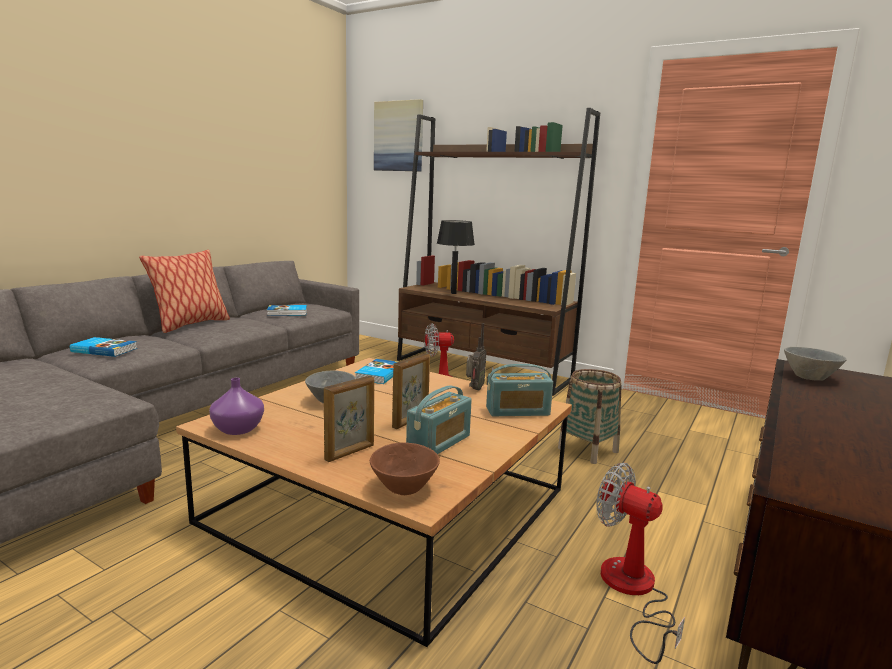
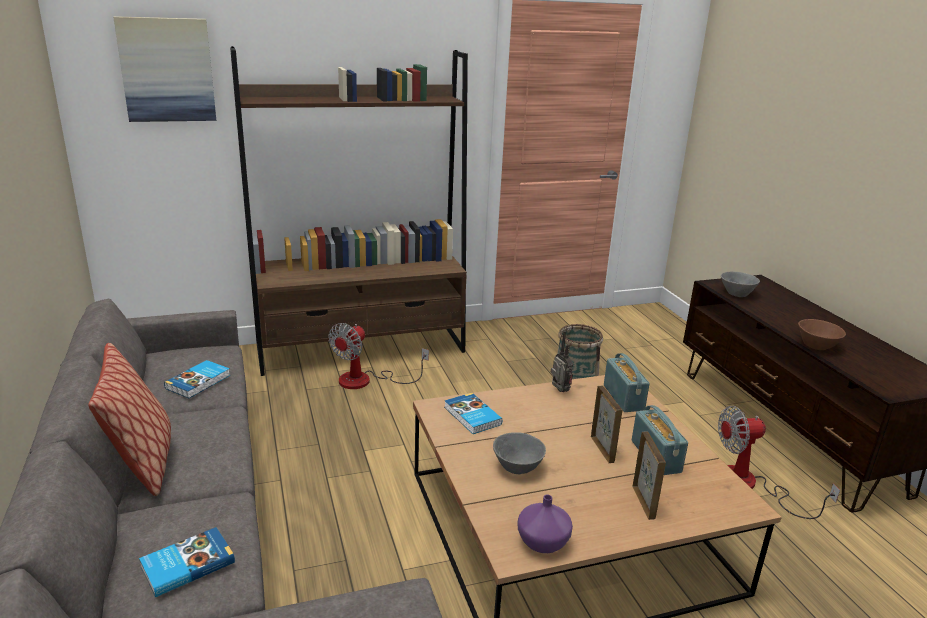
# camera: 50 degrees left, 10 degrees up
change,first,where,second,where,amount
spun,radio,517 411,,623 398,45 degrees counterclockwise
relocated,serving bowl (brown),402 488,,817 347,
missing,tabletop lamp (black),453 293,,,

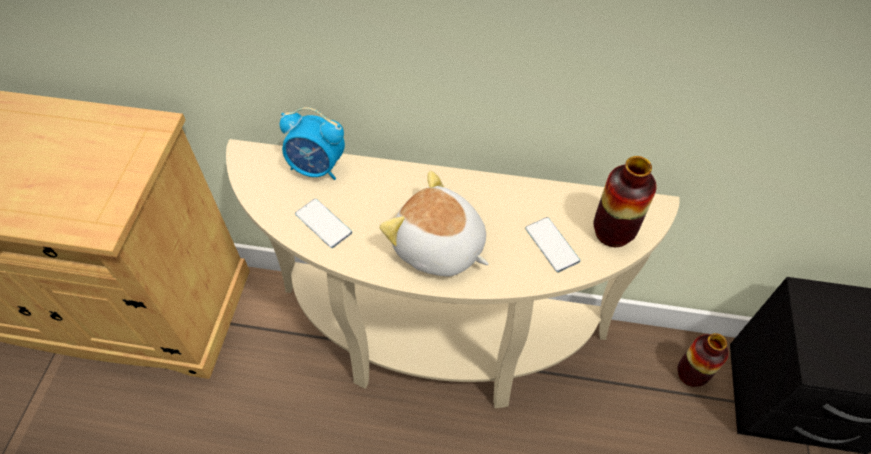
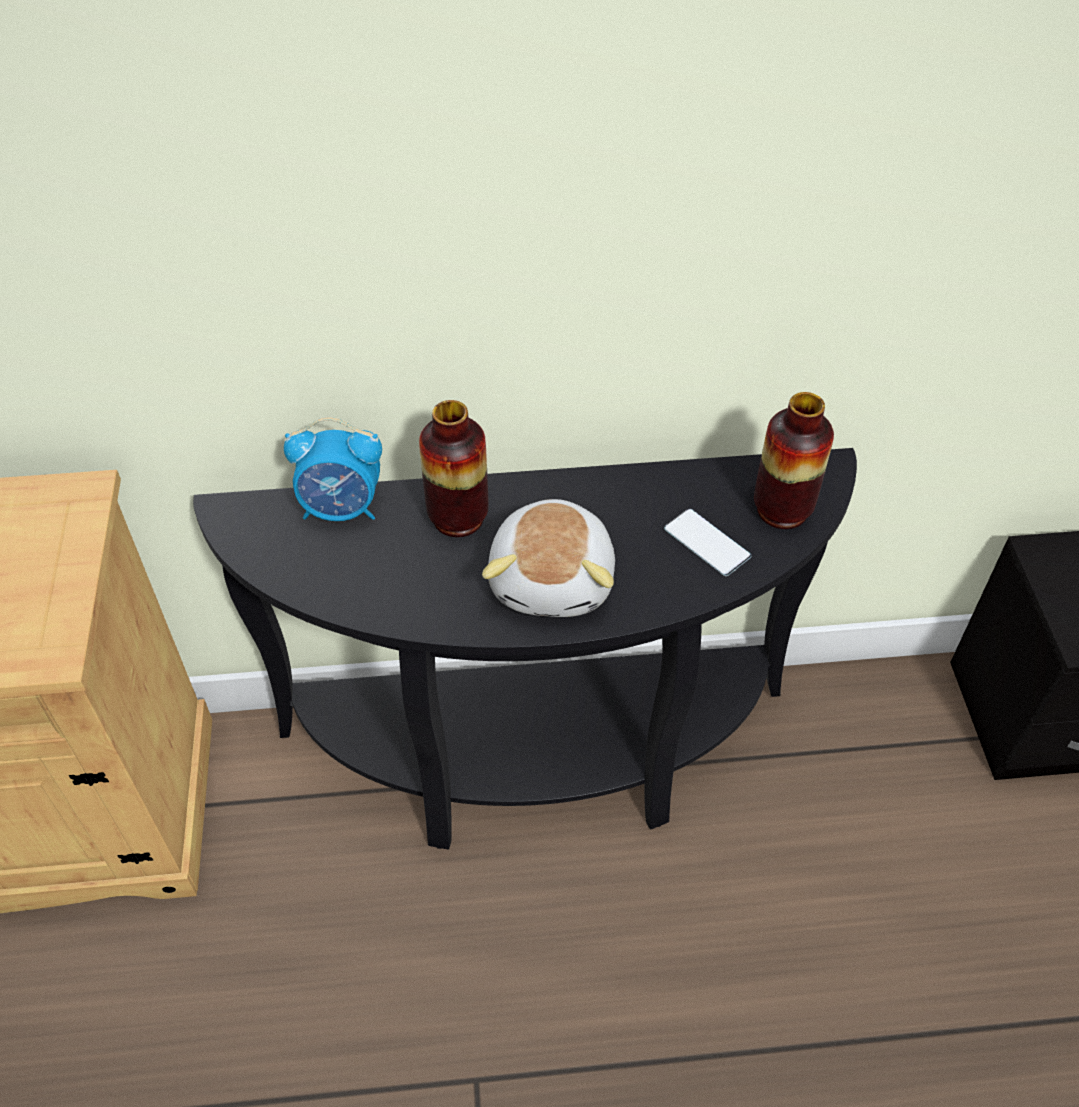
# camera: 15 degrees left, 5 degrees down
change,first,where,second,where,amount
colour,hall table (beige),436 345,hall table (black),538 762,
relocated,vase,691 374,,458 518,
spun,cuddly toy,439 248,,554 579,105 degrees counterclockwise
missing,phone,323 223,,,

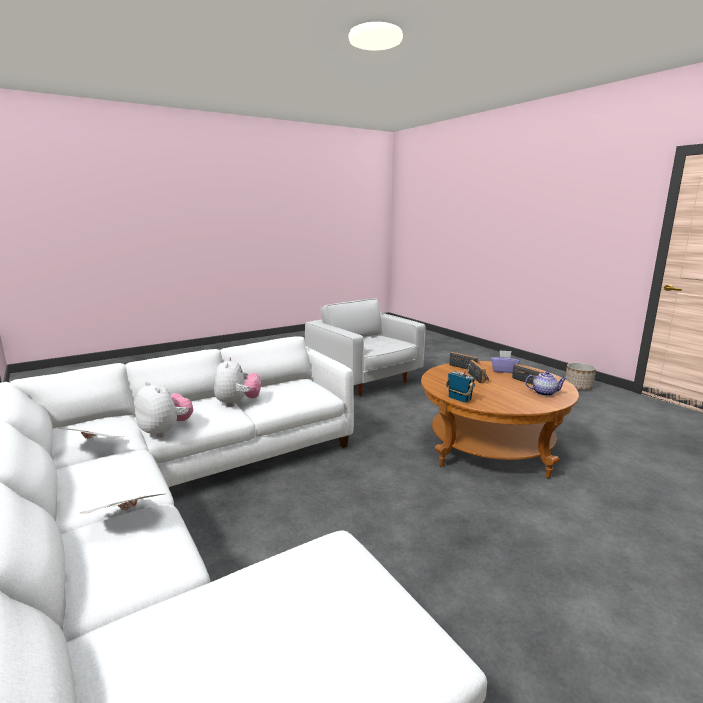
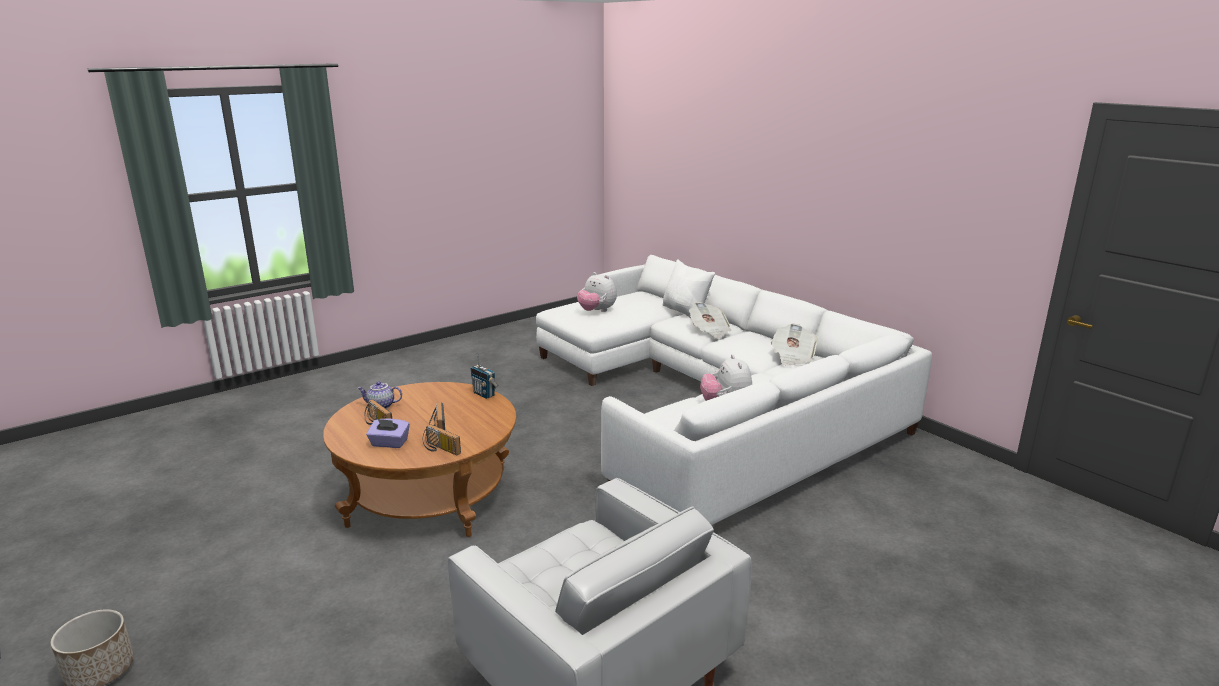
# camera: 175 degrees right, 5 degrees up
change,first,where,second,where,amount
relocated,cuddly toy,165 431,,597 311,
appeared,,,cushion (white),685 312,

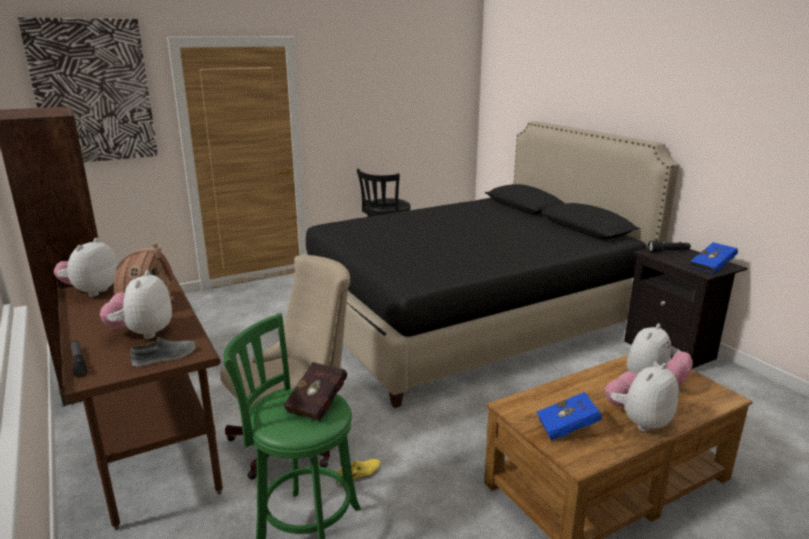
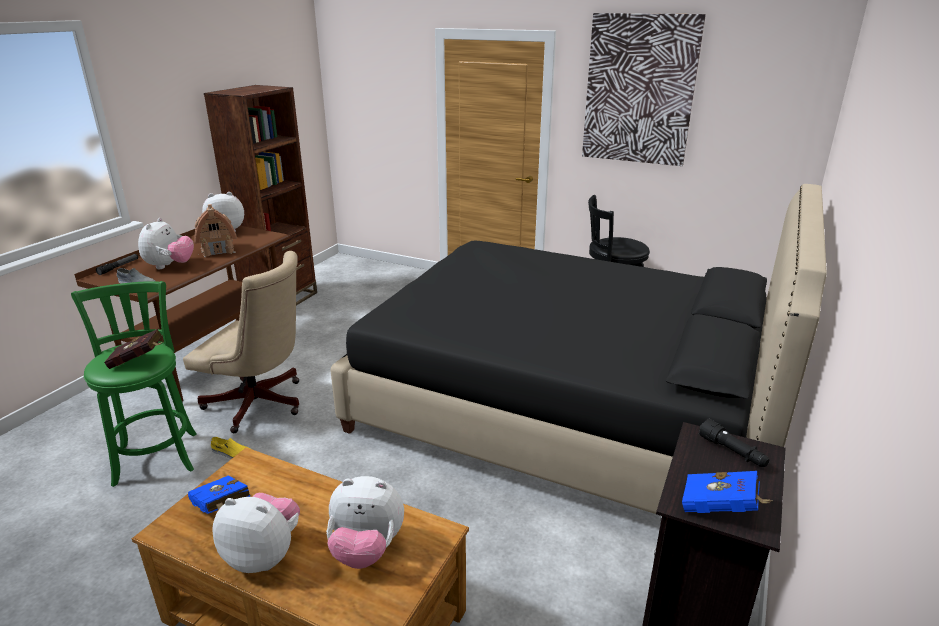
# camera: 55 degrees right, 5 degrees up
change,first,where,second,where,amount
spun,cuddly toy,143 333,,170 266,135 degrees clockwise
relocated,wall picture,93 91,,639 90,

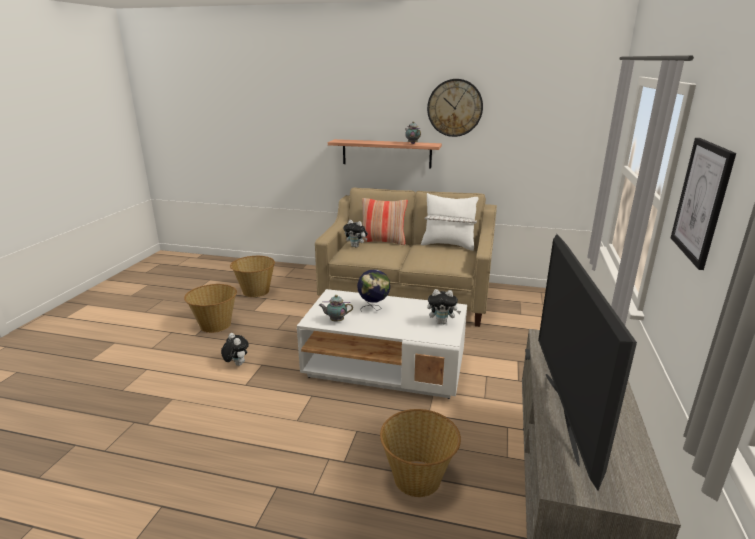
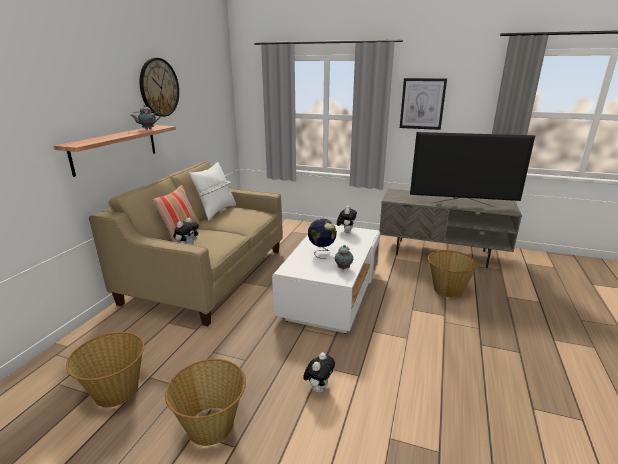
# camera: 85 degrees left, 0 degrees up
change,first,where,second,where,amount
spun,cuddly toy,236 364,,319 388,150 degrees clockwise

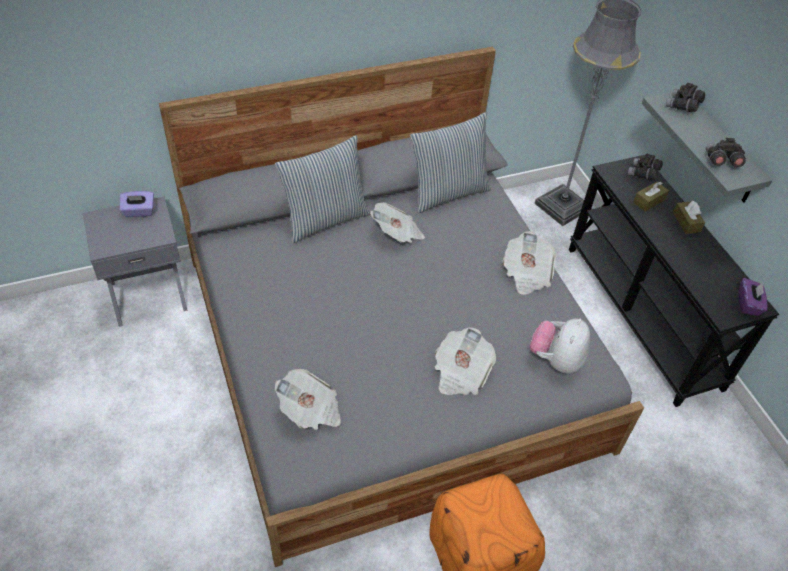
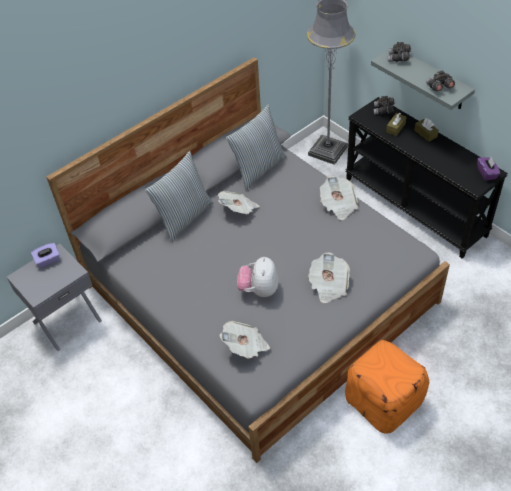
# camera: 15 degrees left, 0 degrees up
change,first,where,second,where,amount
relocated,cuddly toy,556 360,,259 290,

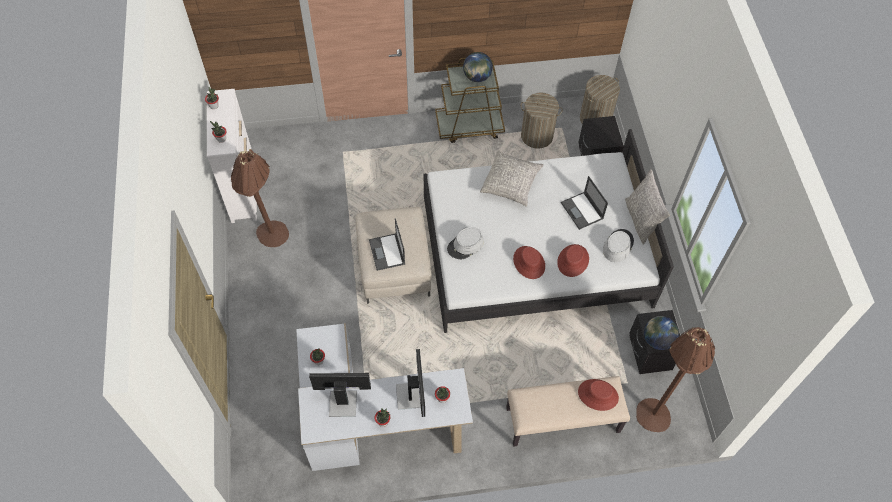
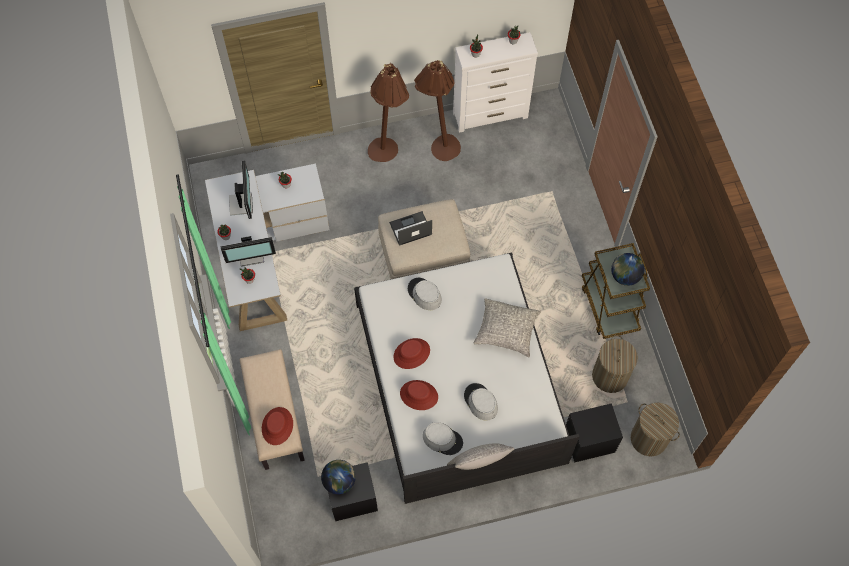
# camera: 85 degrees right, 5 degrees up
change,first,where,second,where,amount
relocated,floor lamp (brown),658 409,,388 154,
exchanged,laptop,582 211,clothing hat (gray),480 402,

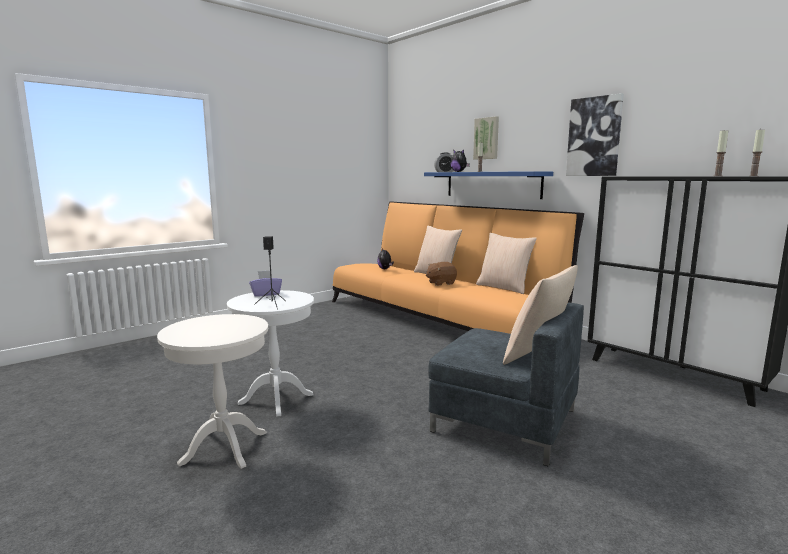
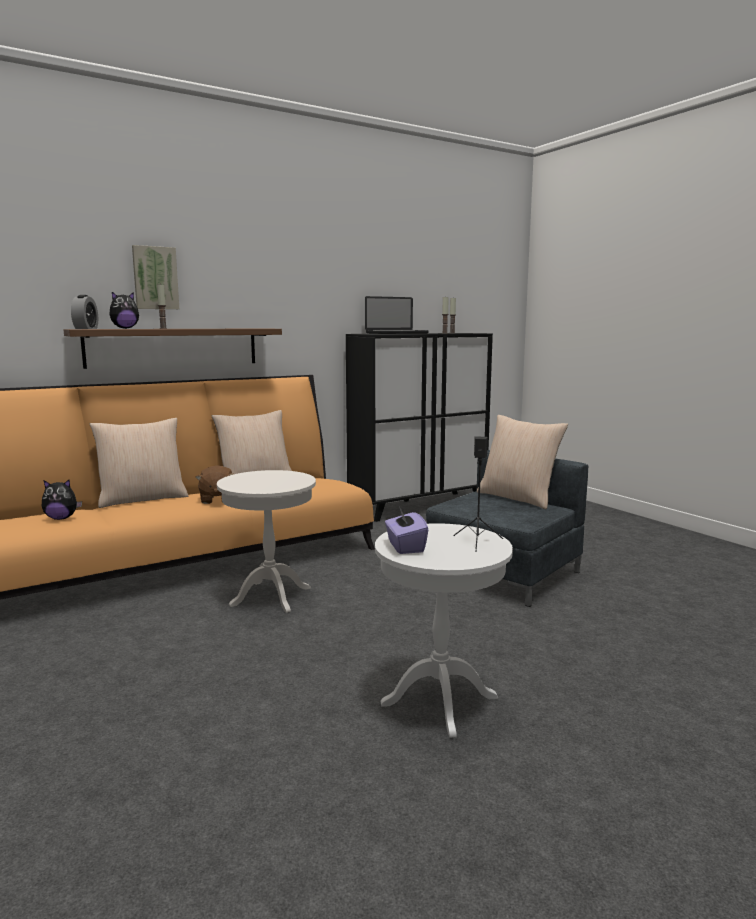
# camera: 80 degrees left, 0 degrees up
change,first,where,second,where,amount
colour,wall shelf (blue),492 184,wall shelf (brown),173 347,
relocated,end table (white),224 448,,271 596,
appeared,,,laptop,396 333,
missing,wall picture,594 137,,,

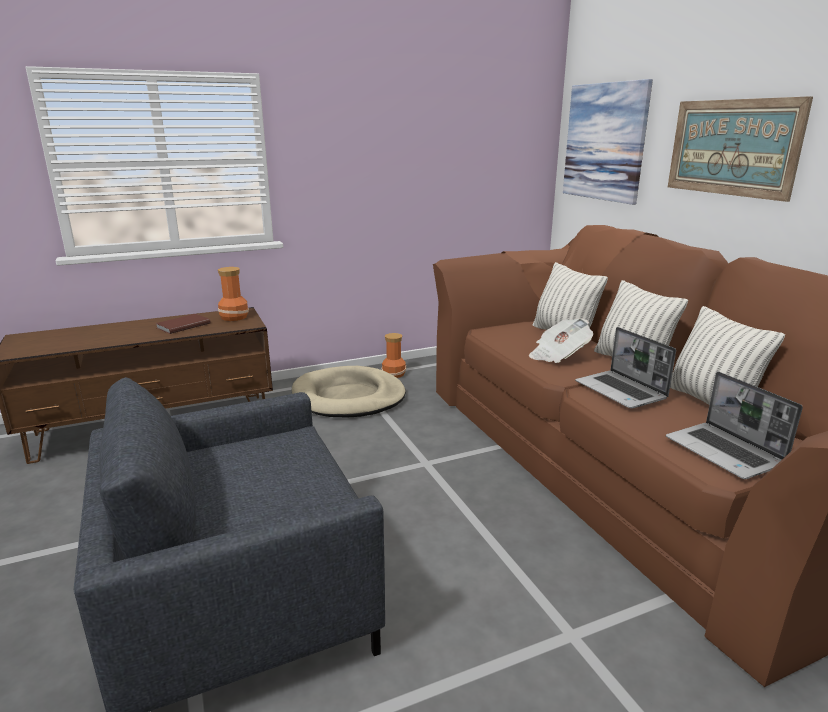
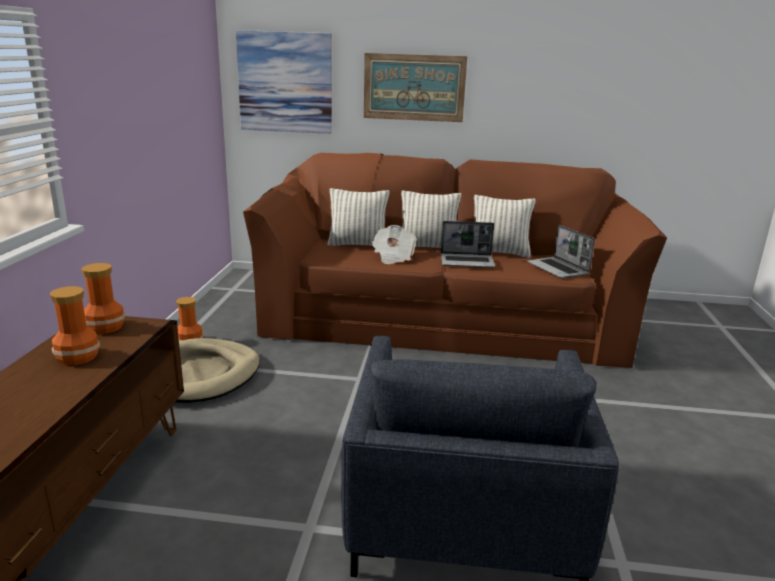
# camera: 60 degrees left, 0 degrees up
change,first,where,second,where,amount
exchanged,volume (brown),182 325,vase,77 357,
spun,laptop,725 452,,558 269,60 degrees clockwise

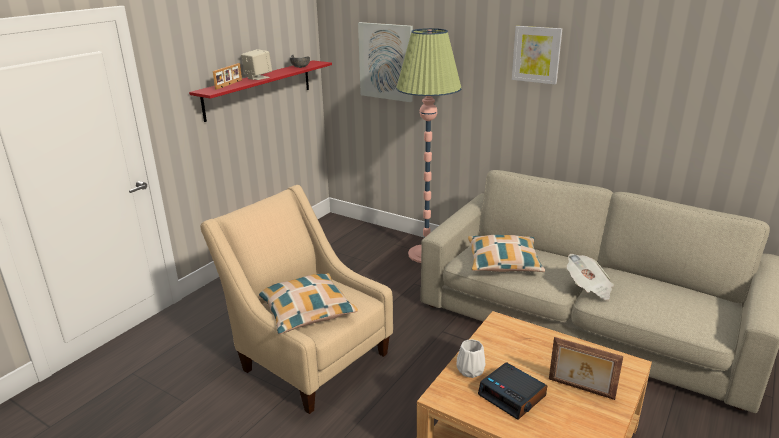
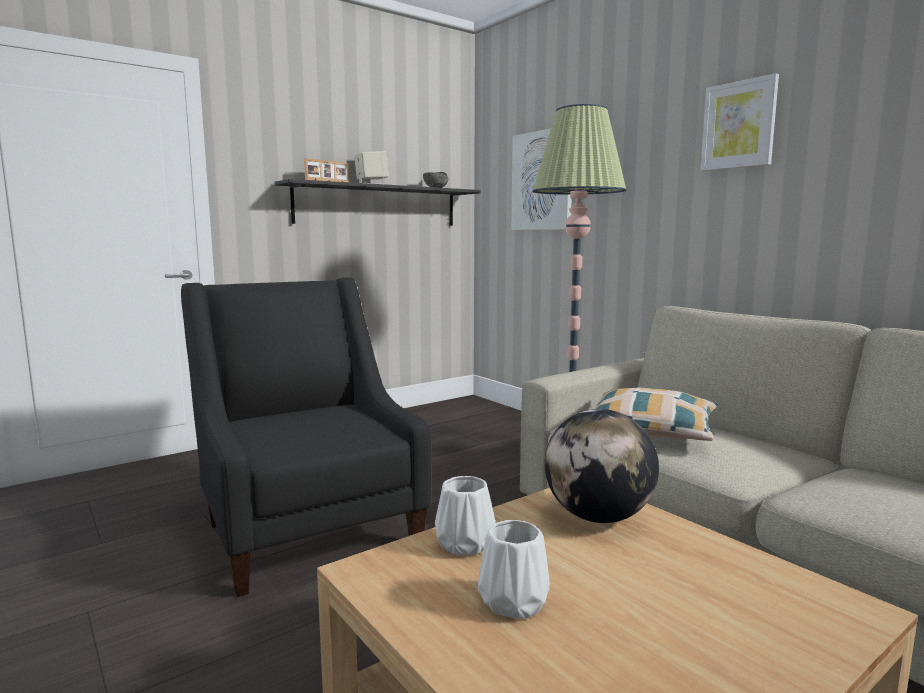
# camera: 20 degrees right, 15 degrees down
change,first,where,second,where,amount
colour,armchair (beige),308 357,armchair (black),308 527,
colour,wall shelf (red),259 89,wall shelf (black),378 206,
exchanged,alarm clock,512 396,vase (white),515 602,
appeared,,,world globe,598 517,
missing,cushion,306 310,,,
missing,photo frame,580 389,,,
missing,daily paper,588 288,,,

